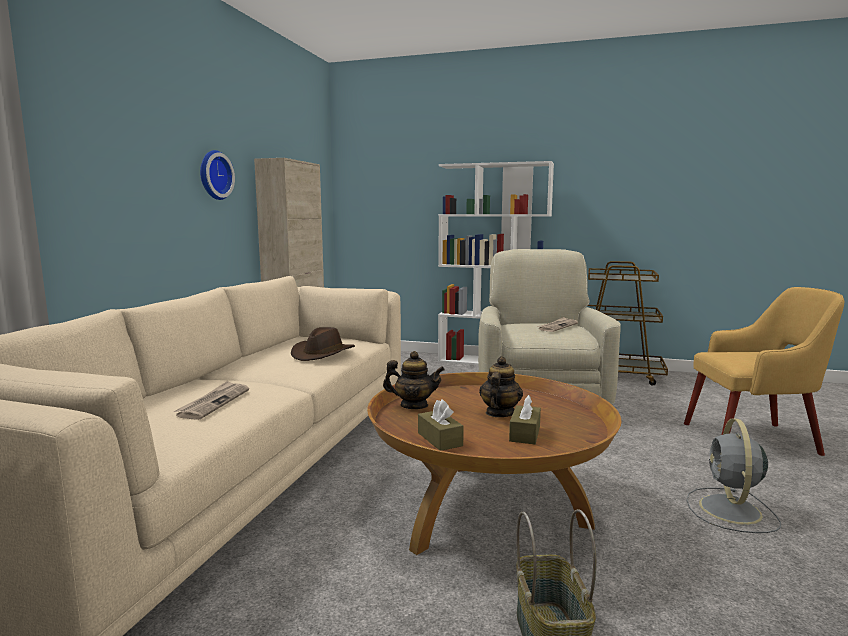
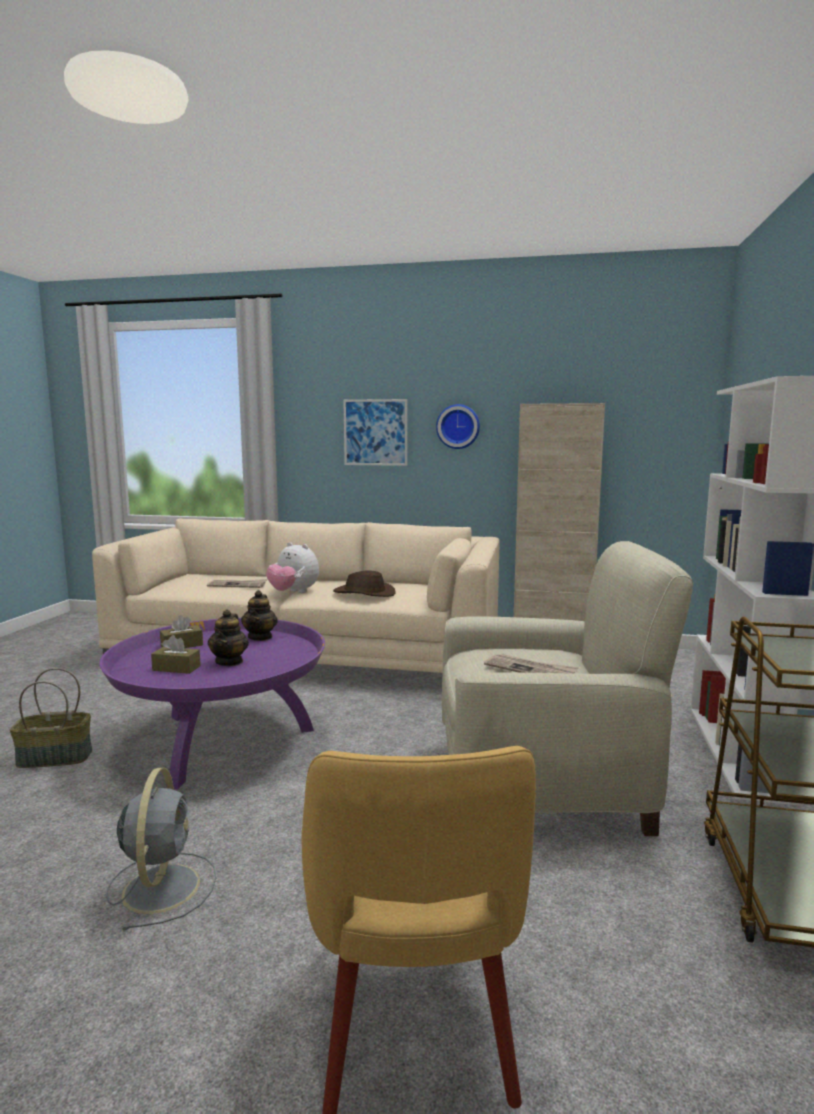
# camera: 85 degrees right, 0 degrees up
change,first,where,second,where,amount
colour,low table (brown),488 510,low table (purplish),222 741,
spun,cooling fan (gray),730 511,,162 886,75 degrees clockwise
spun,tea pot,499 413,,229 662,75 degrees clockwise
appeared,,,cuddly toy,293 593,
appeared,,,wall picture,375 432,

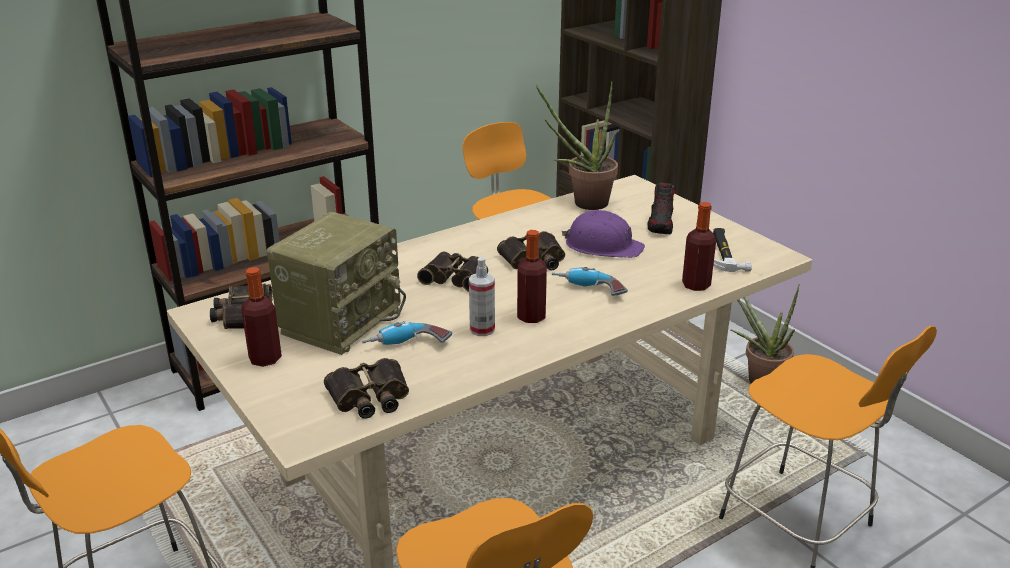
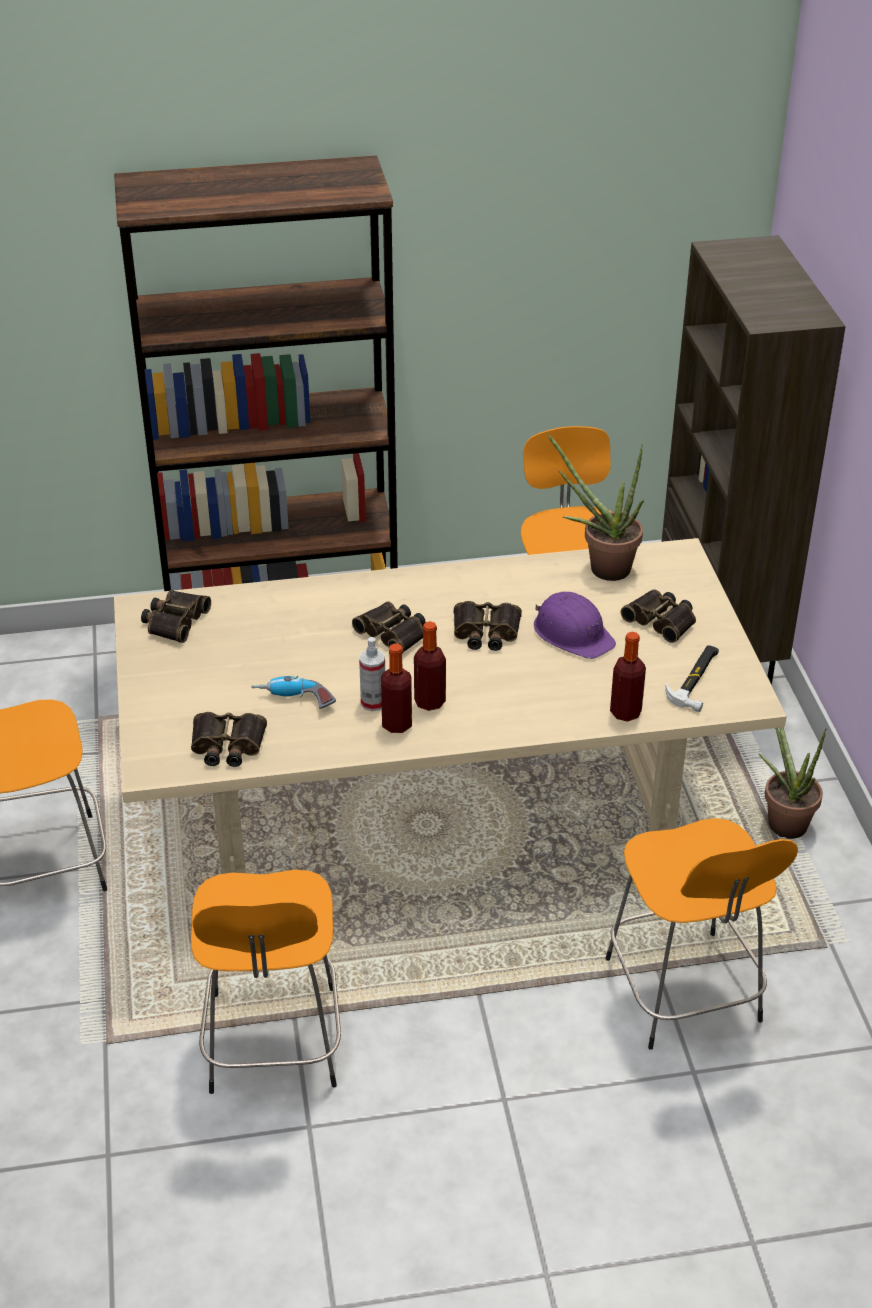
# camera: 25 degrees right, 10 degrees up
change,first,where,second,where,amount
relocated,bottle,265 359,,397 724,
exchanged,low shoe,661 224,field glasses,662 620,
missing,radio,341 320,,,
missing,power drill,588 290,,,

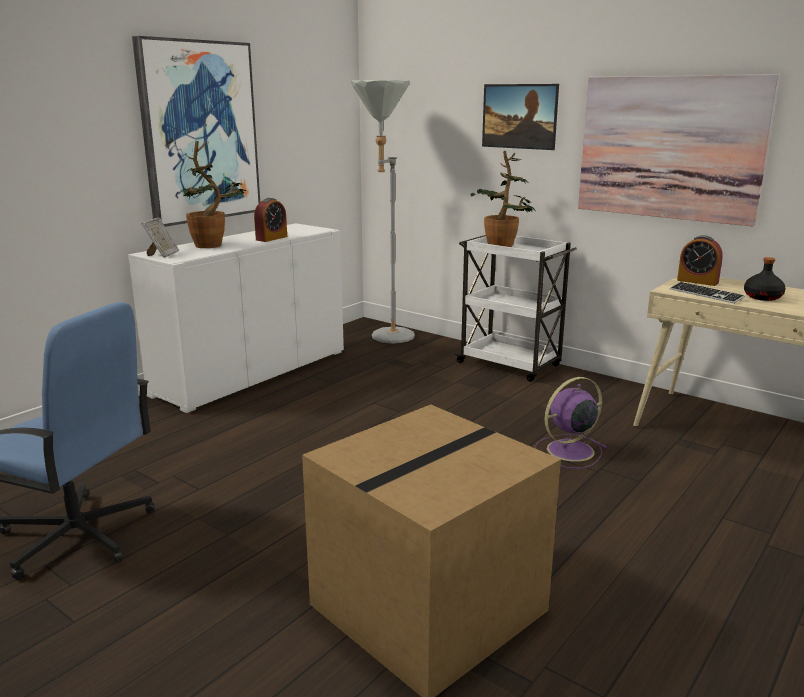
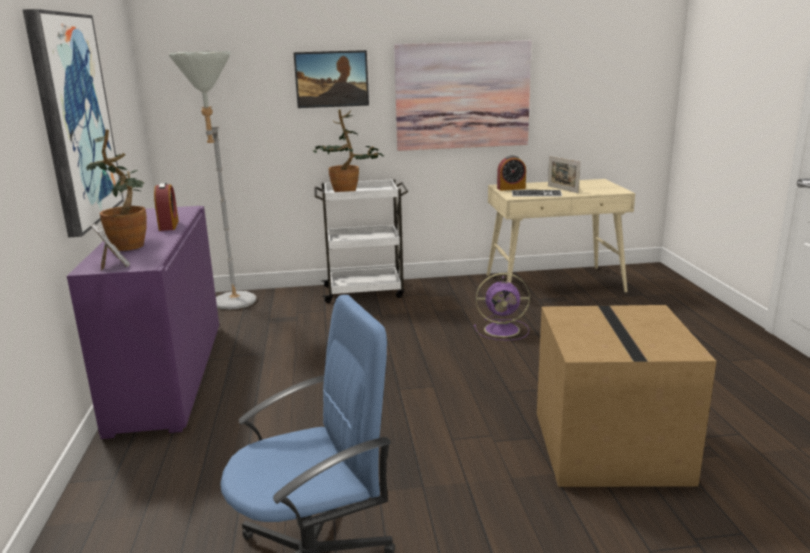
# camera: 45 degrees left, 0 degrees up
change,first,where,second,where,amount
colour,cupboard (white),252 373,cupboard (purplish),169 375,
spun,cooling fan (purplish),568 451,,503 330,105 degrees counterclockwise
exchanged,bottle (black),763 297,photo frame,562 189,

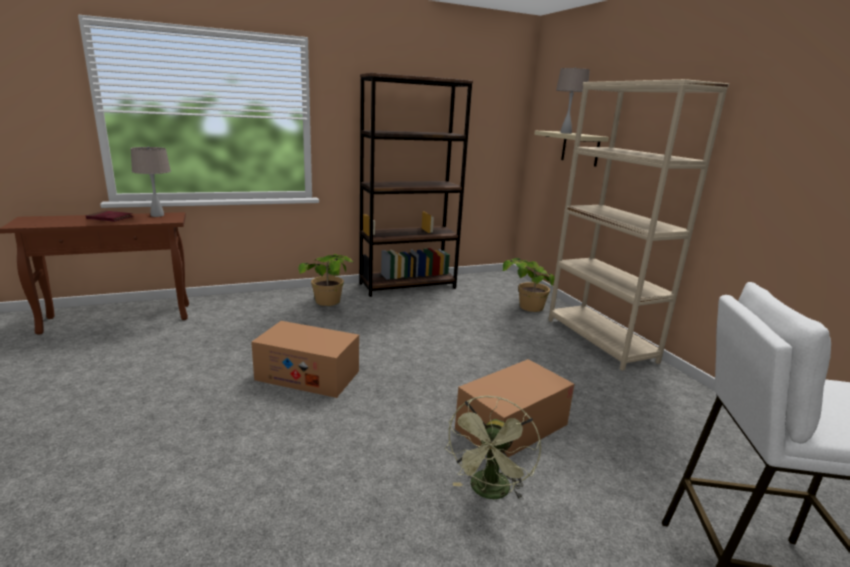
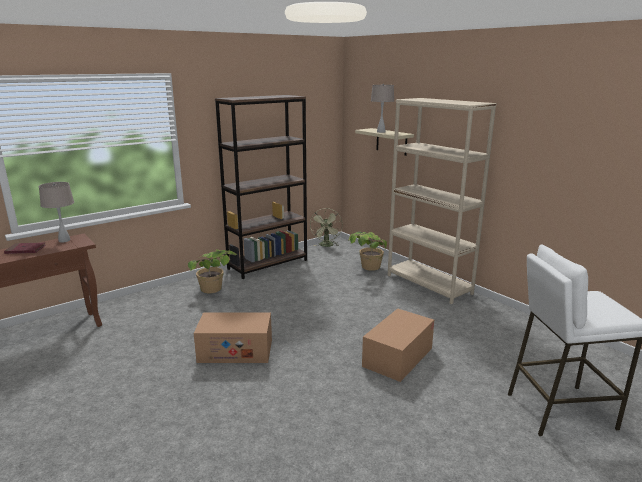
# camera: 15 degrees left, 0 degrees up
change,first,where,second,where,amount
relocated,cooling fan (greenish),489 492,,326 245,

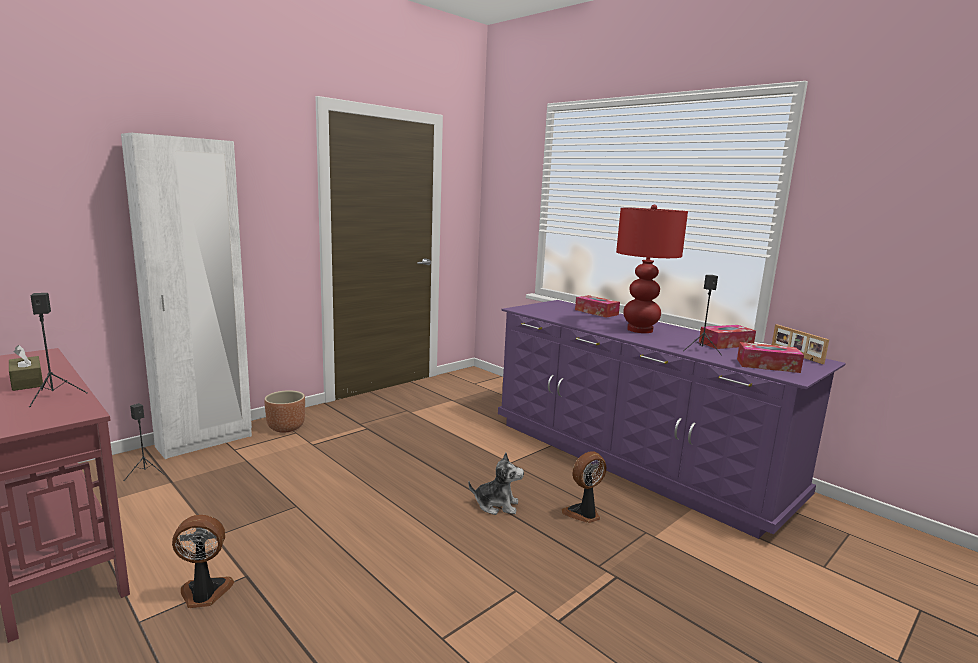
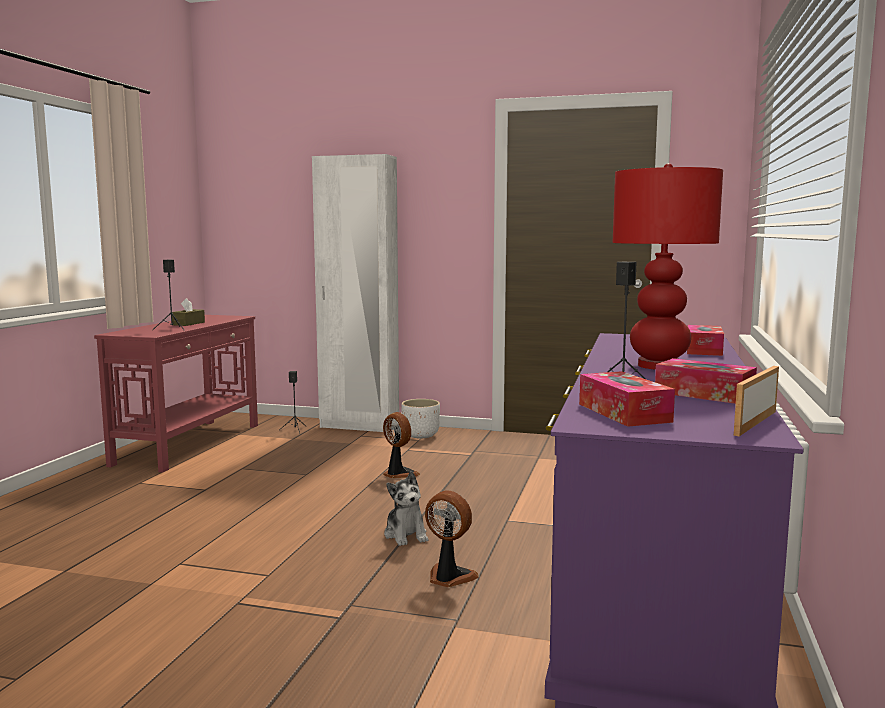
# camera: 60 degrees right, 5 degrees down
change,first,where,second,where,amount
relocated,cooling fan,204 593,,398 474,
colour,planter (brown),285 428,planter (white),420 435,

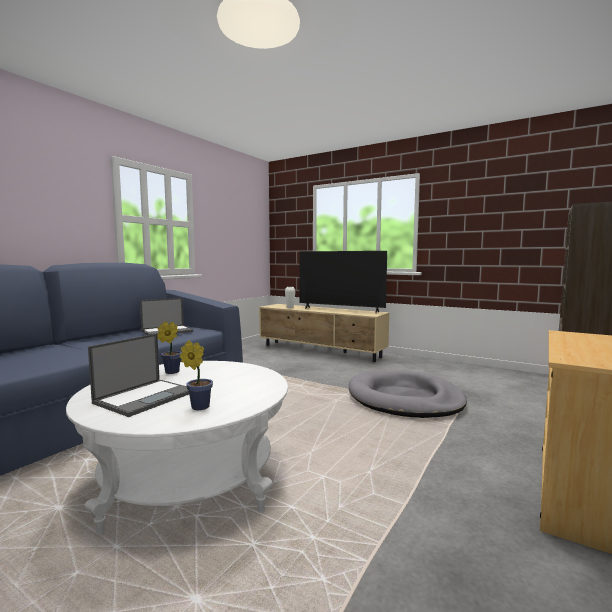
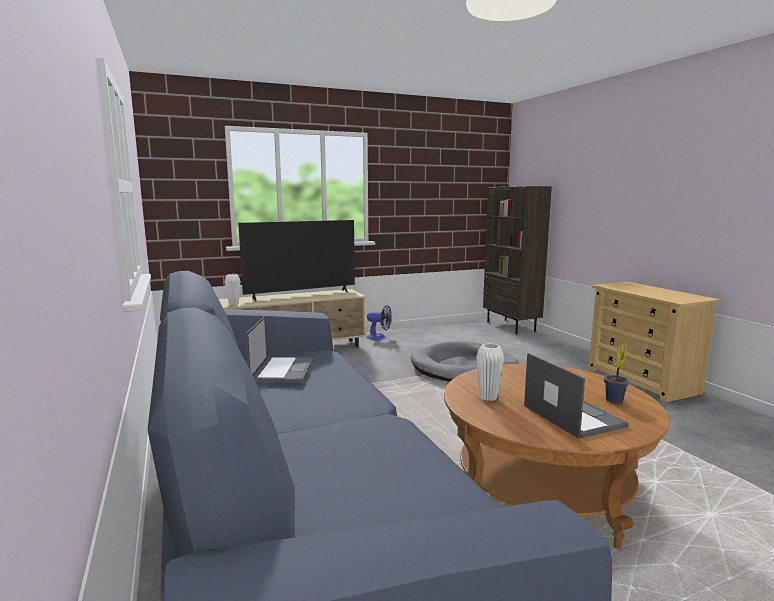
# camera: 55 degrees left, 5 degrees up
change,first,where,second,where,amount
appeared,,,cooling fan,379 337,
colour,low table (white),189 478,low table (brown),542 488,
exchanged,plant in a pot,170 372,vase (white),488 397,

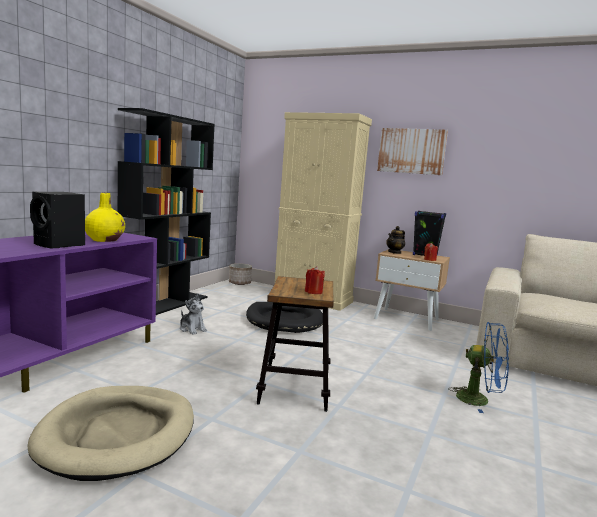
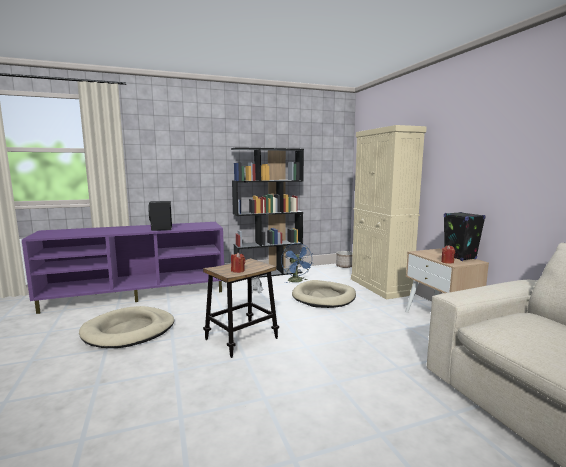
# camera: 45 degrees right, 0 degrees up
change,first,where,second,where,amount
relocated,cooling fan (blue),480 400,,297 281,
colour,dog cushion (black),284 320,dog cushion (beige),324 297,
missing,vase (yellow-coloured),105 240,,,
missing,wall picture,411 151,,,
missing,tea pot,394 252,,,

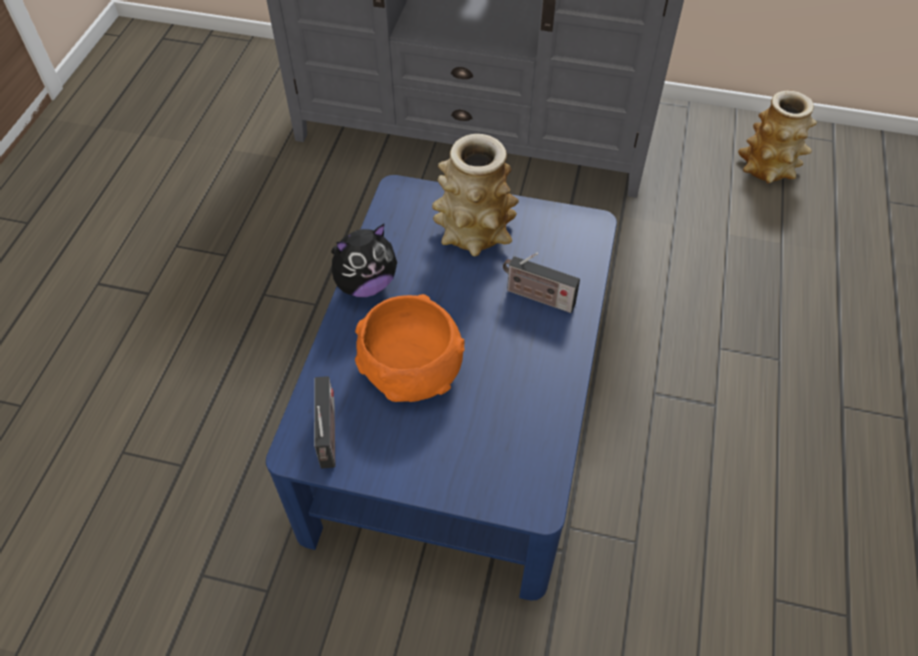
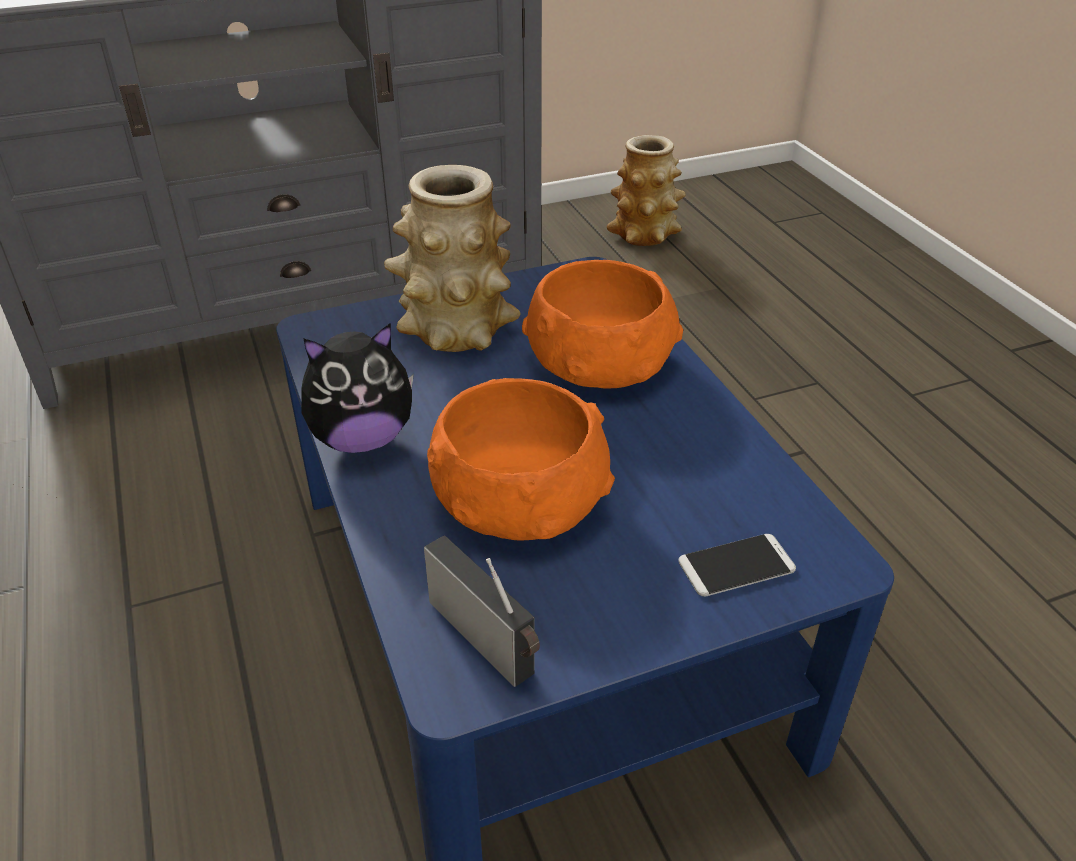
# camera: 35 degrees left, 15 degrees down
change,first,where,second,where,amount
spun,cuddly toy,365 284,,362 439,45 degrees clockwise
exchanged,radio,537 297,serving bowl (orange),600 359,
appeared,,,phone,736 566,

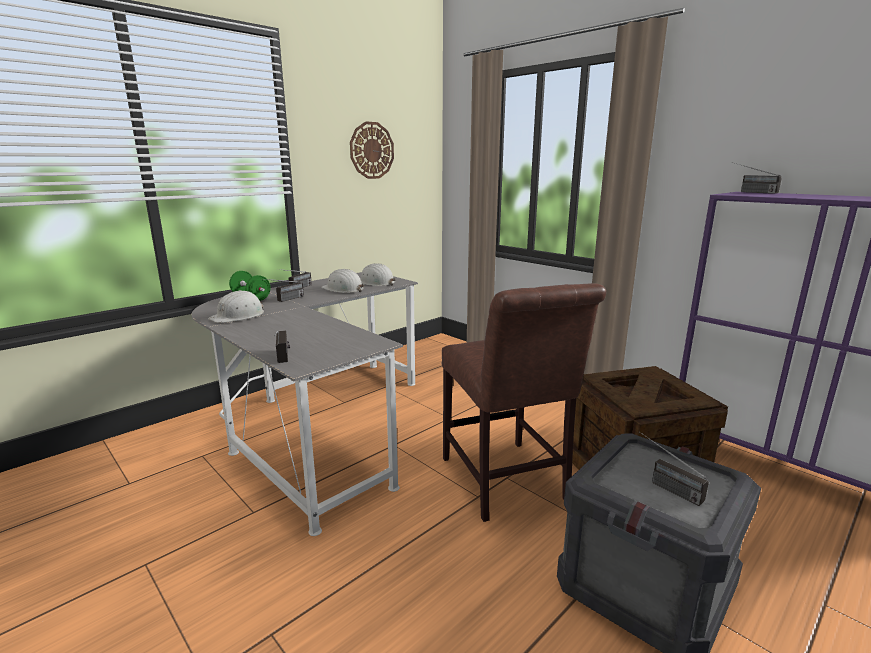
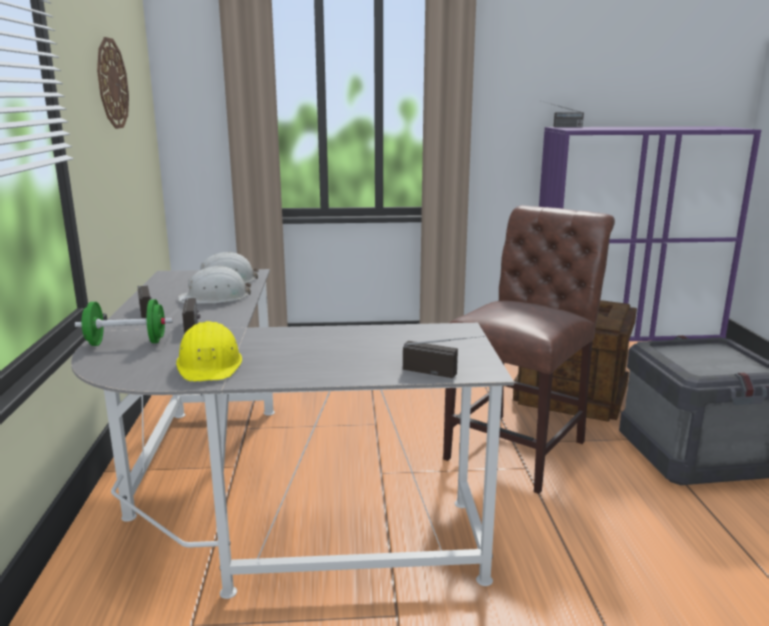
# camera: 50 degrees left, 0 degrees up
change,first,where,second,where,amount
colour,safety helmet (white),238 316,safety helmet (yellow-coloured),210 364,
spun,upright chair (brown),505 483,,521 447,75 degrees counterclockwise
missing,radio,664 485,,,

